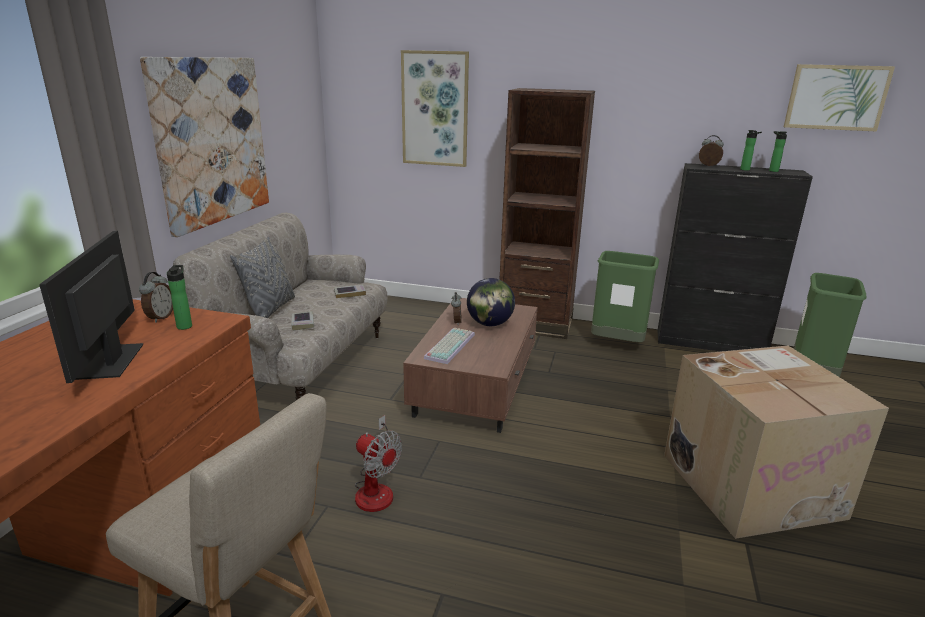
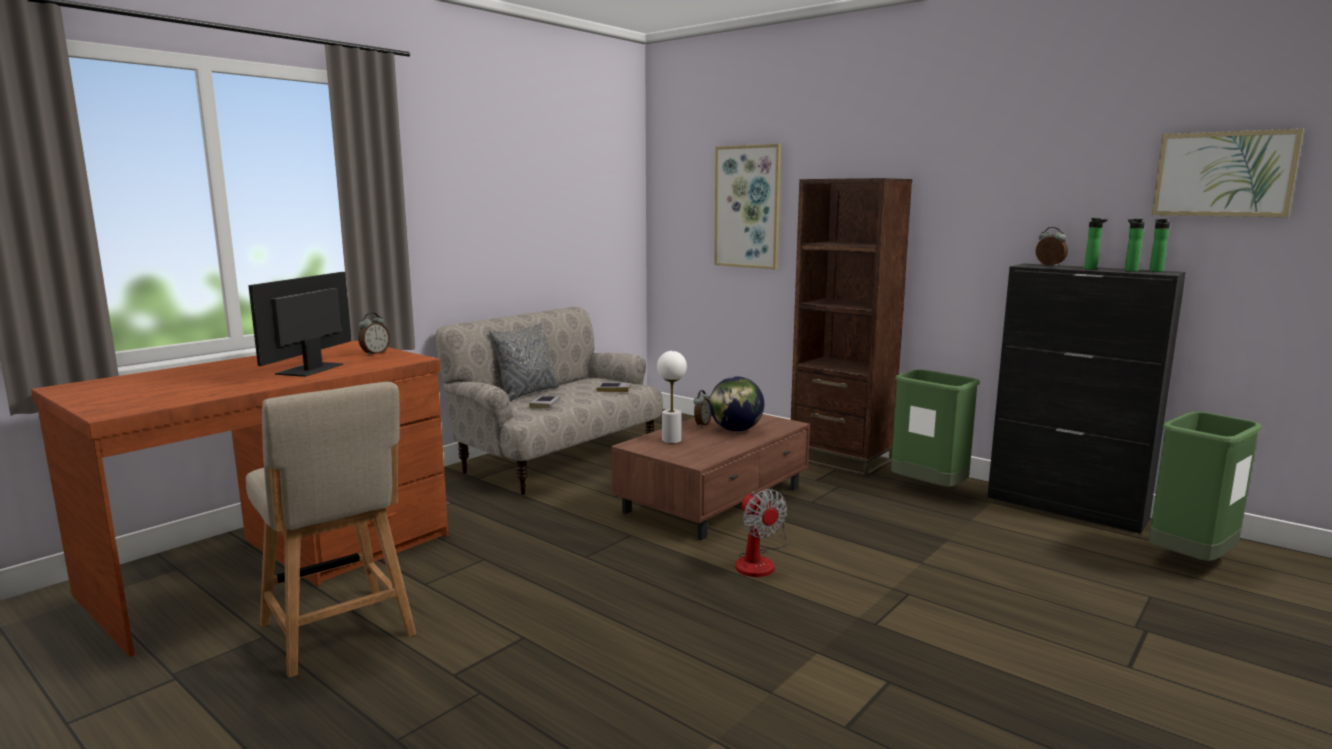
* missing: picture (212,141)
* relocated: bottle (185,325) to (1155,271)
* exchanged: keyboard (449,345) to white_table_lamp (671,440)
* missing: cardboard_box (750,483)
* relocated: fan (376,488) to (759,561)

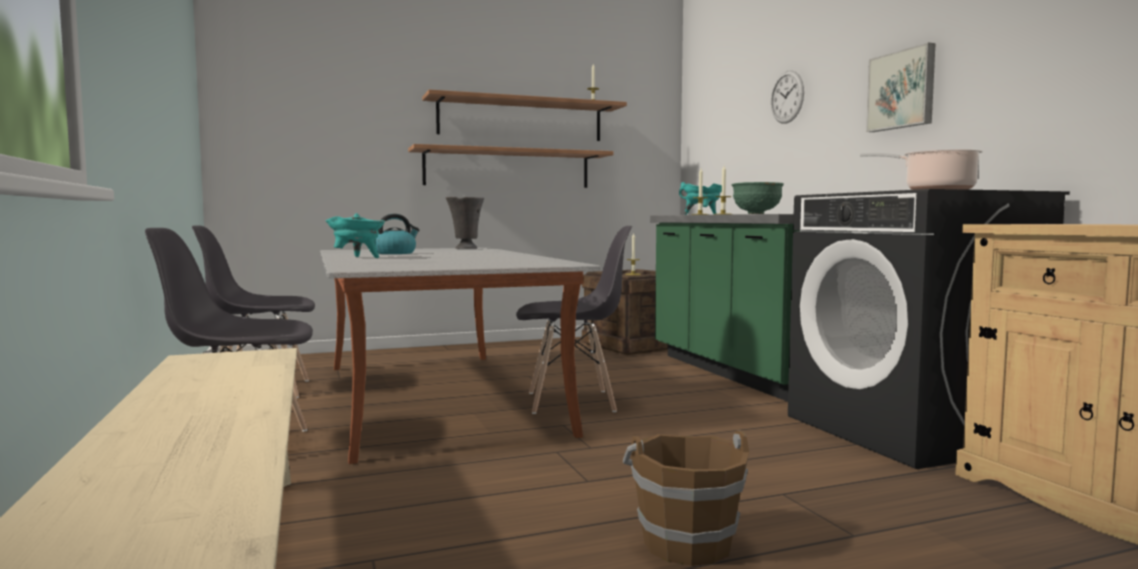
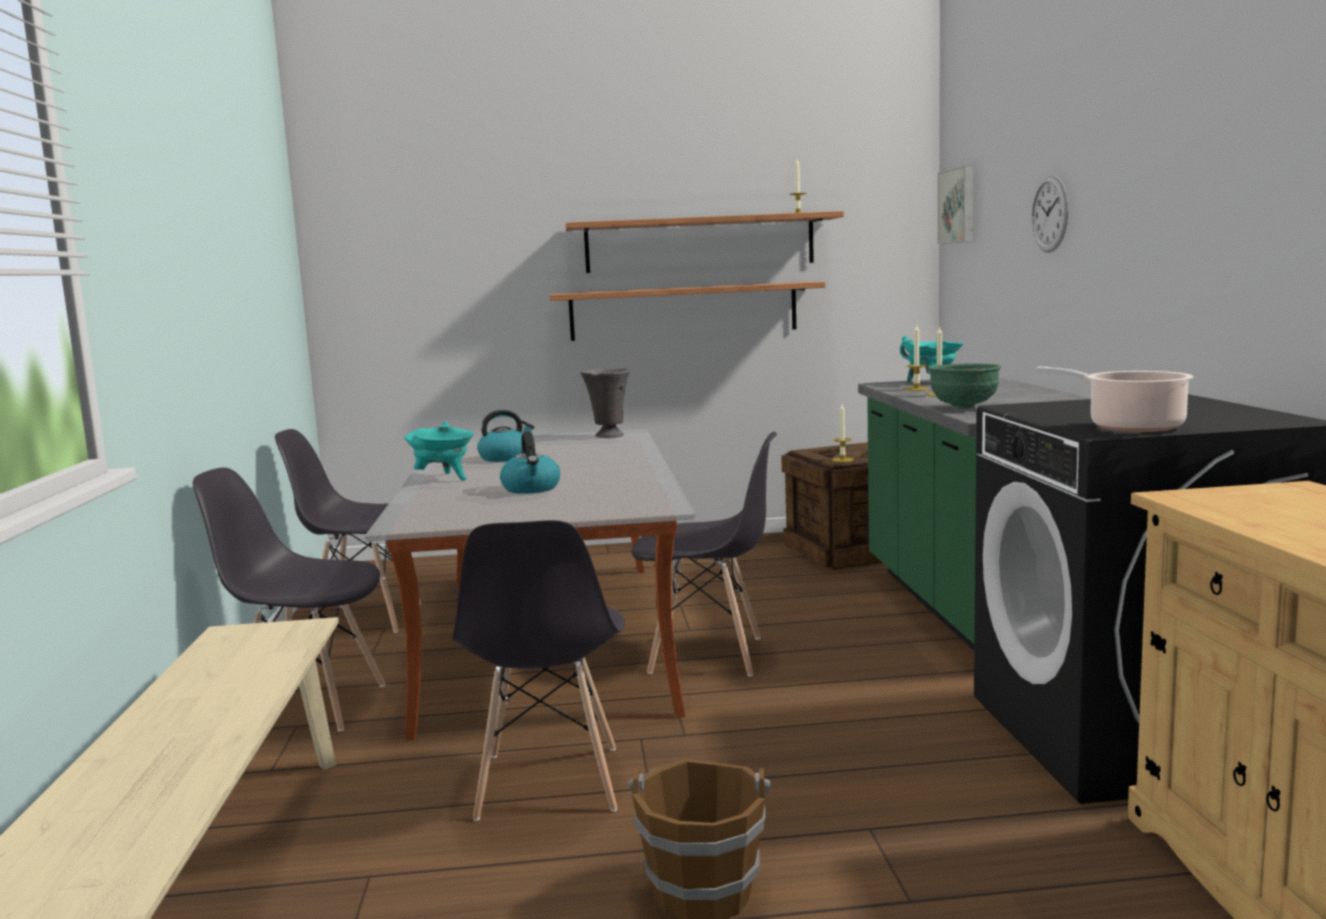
* relocated: picture (902,90) to (959,205)
* appeared: kettle (531,488)
* appeared: grey_chair (549,783)

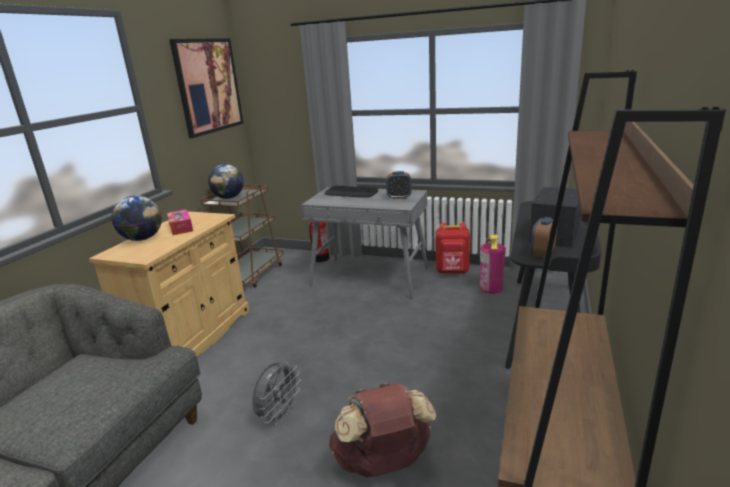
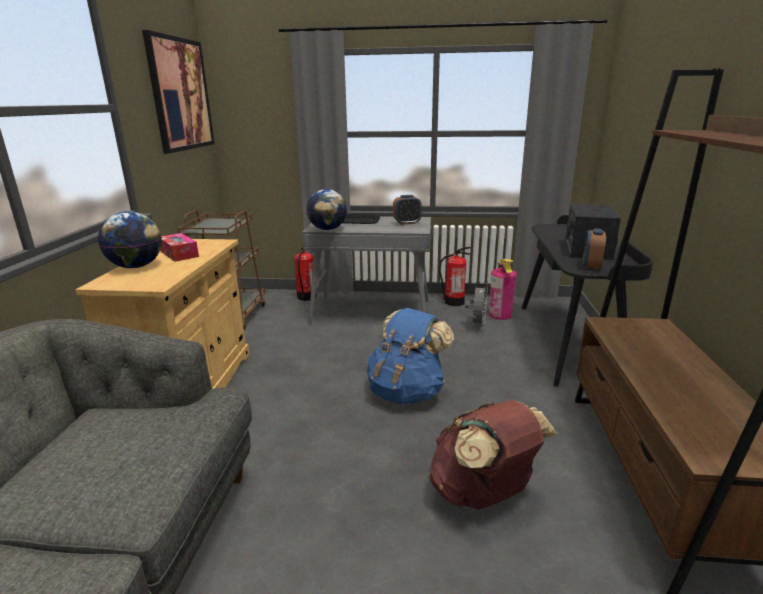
* relocated: globe (228,198) to (327,229)
* exchanged: red_backpack (452,272) to fire_extinguisher (454,302)
* relocated: grey_fan (279,415) to (477,325)
* appeared: blue_backpack (406,392)

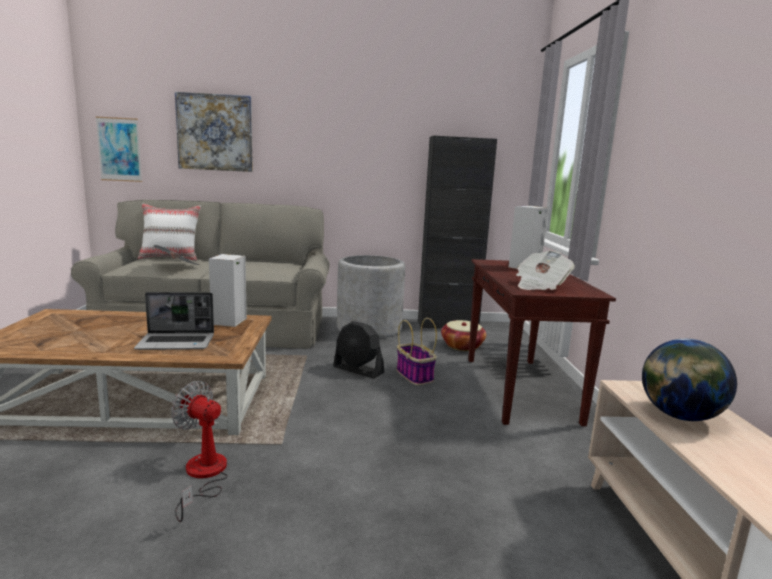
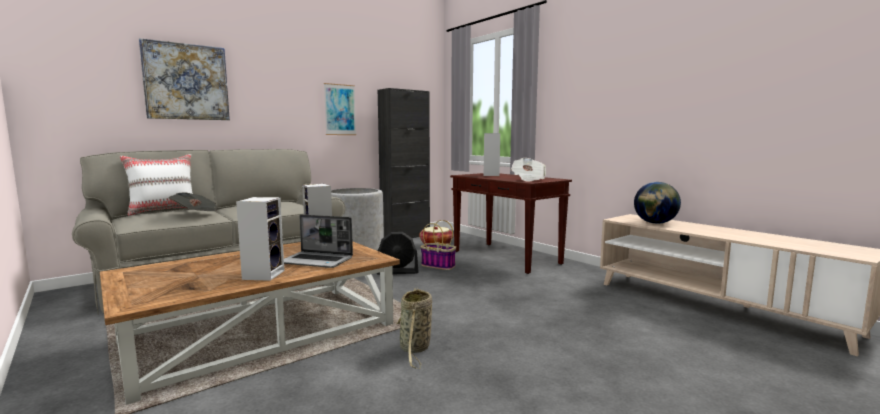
* relocated: picture (119,149) to (340,109)
* spun: laptop (177,342) = (317,261) 60 degrees clockwise
* exchanged: fan (203,476) to basket (415,349)
* appeared: speaker (263,274)

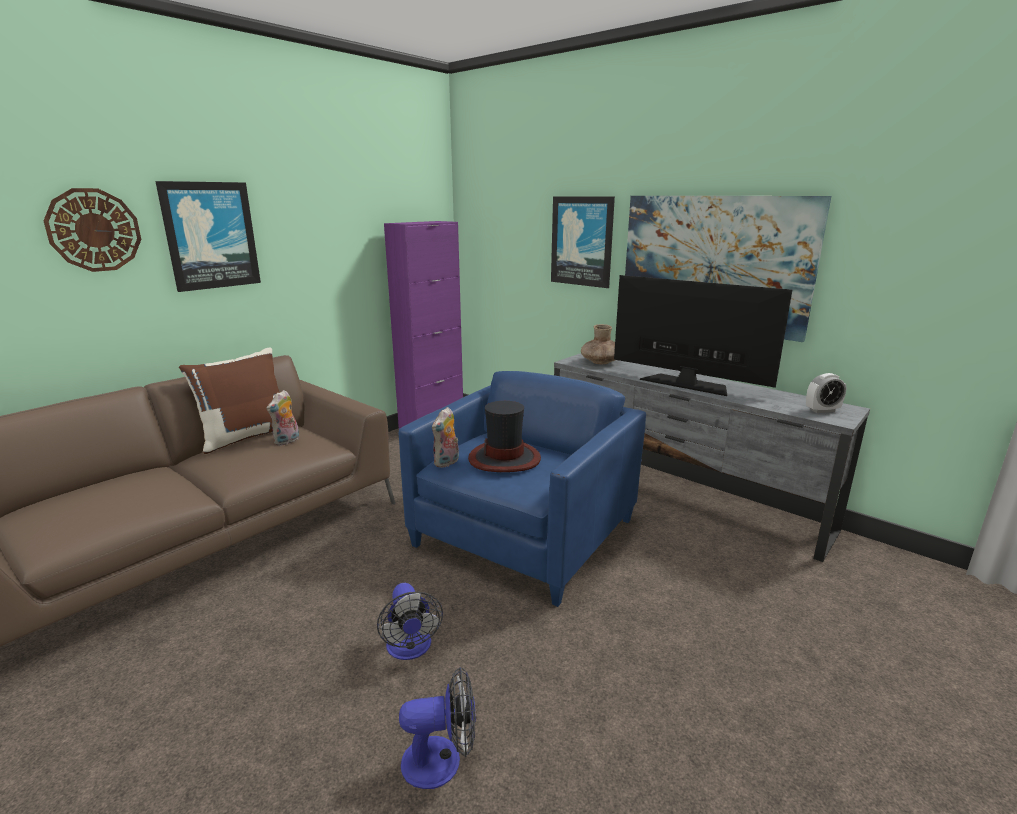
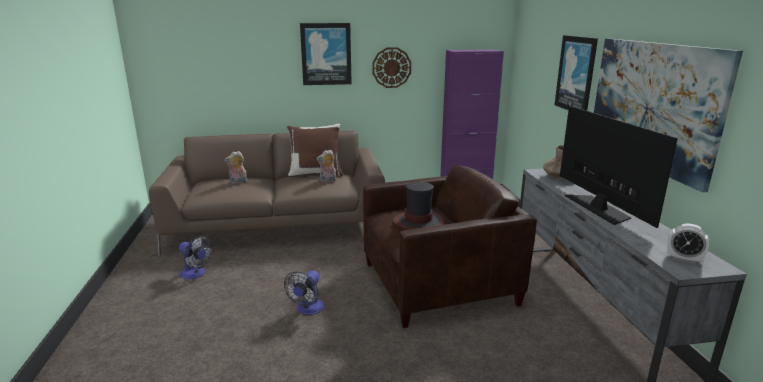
* relocated: wall_clock (94,230) to (391,67)
* colour: blue_armchair (525,533) to brown_armchair (438,284)
* relocated: plush_toy (447,463) to (238,182)
* relocated: fan (442,760) to (196,274)

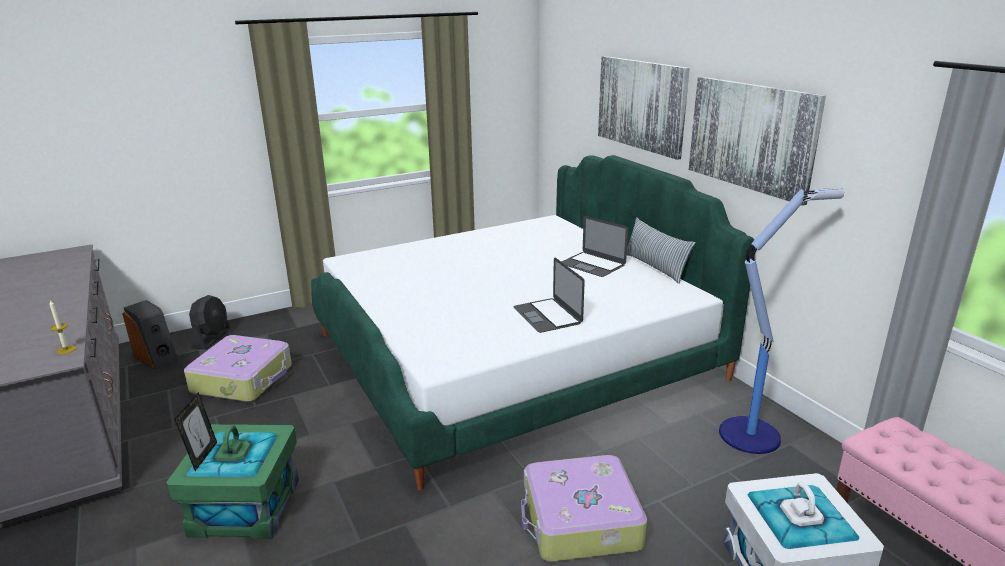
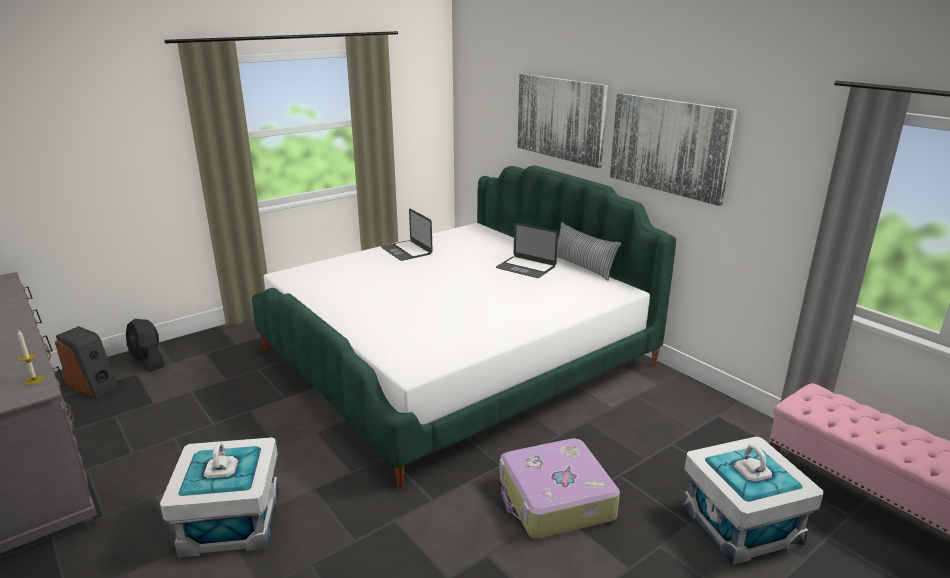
* missing: floor_lamp (751,434)
* relocated: laptop (547,315) to (406,250)
* spun: black_fan (212,338) = (148,361) 135 degrees clockwise
* missing: suitcase (243,379)
* missing: picture_frame (202,456)
* colour: green_storage_box (244,507) to white_storage_box (231,522)

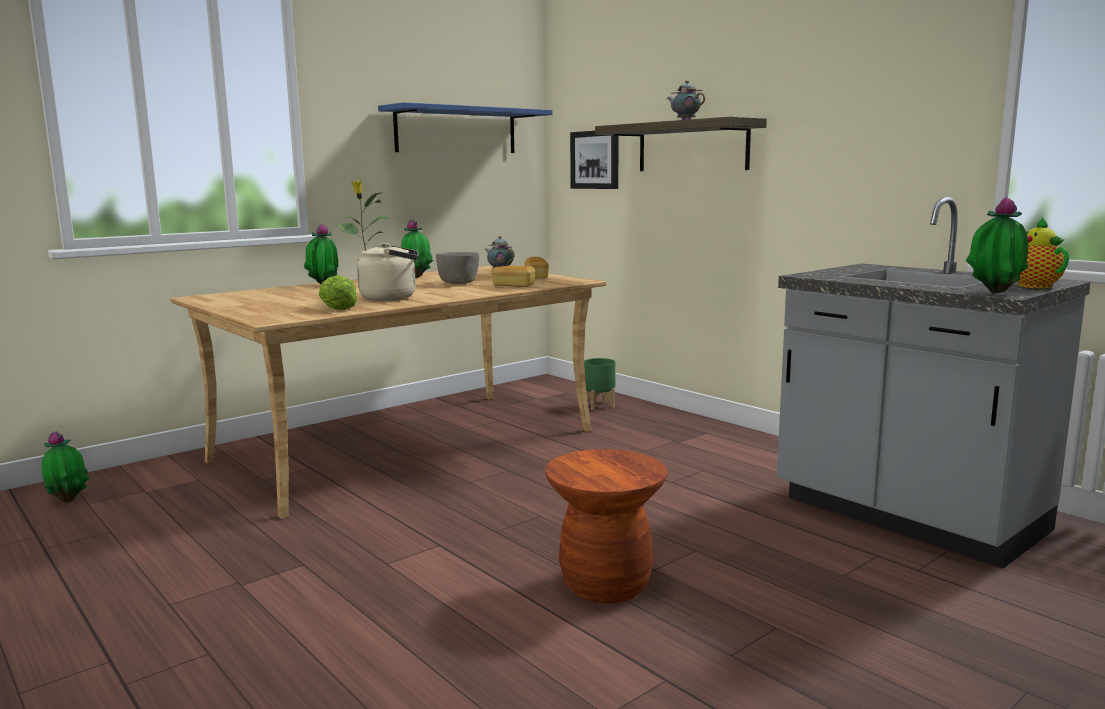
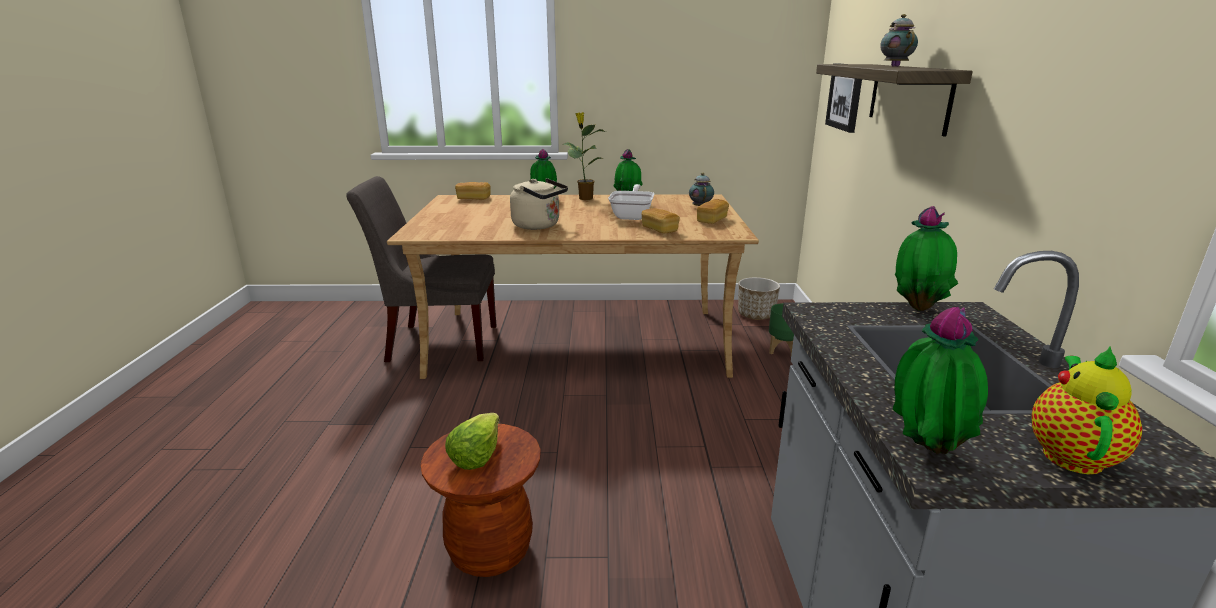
* missing: blue_shelf (456,131)
* exchanged: grey_bowl (458,283) to frying_pan (632,216)
* relocated: lettuce (337,308) to (476,455)
* relocated: potted_plant (68,500) to (917,307)
* appeared: grey_chair (438,342)
* appeared: bread (473,198)
* appeared: planter (755,315)

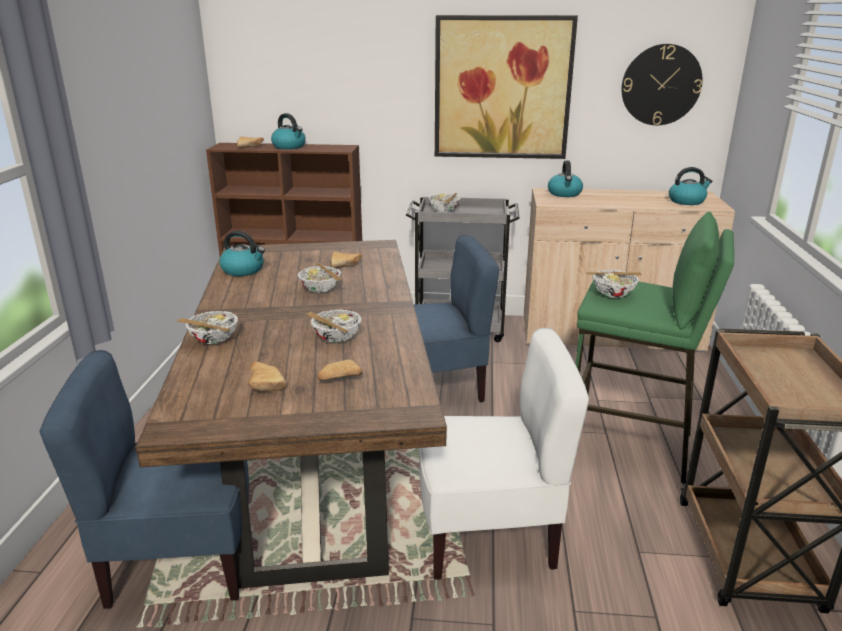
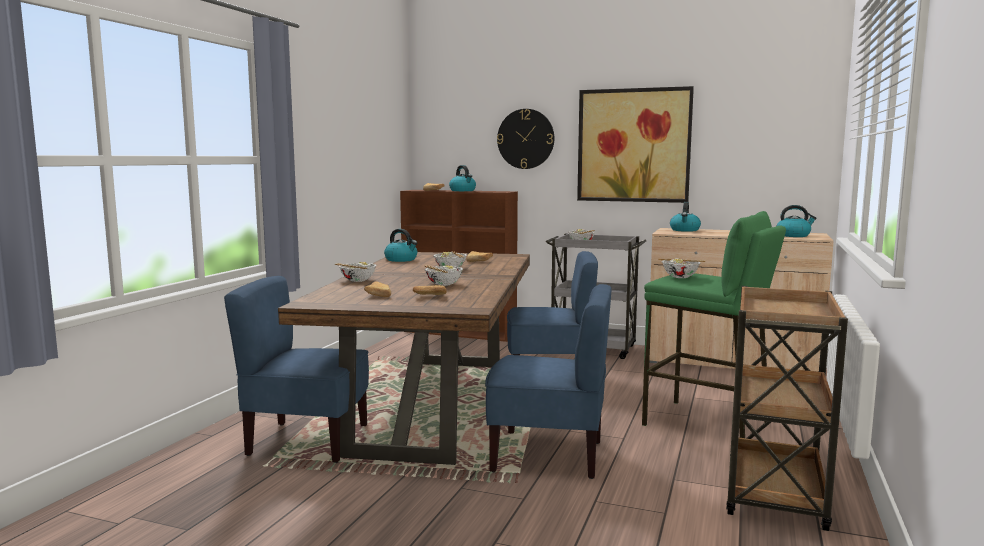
* relocated: wall_clock (661,85) to (525,139)
* colour: white_chair (488,534) to blue_chair (548,455)

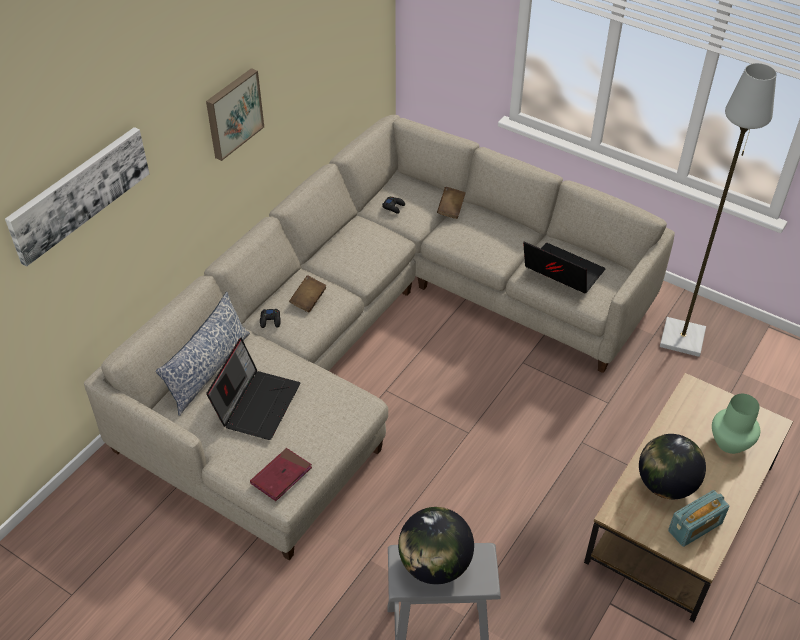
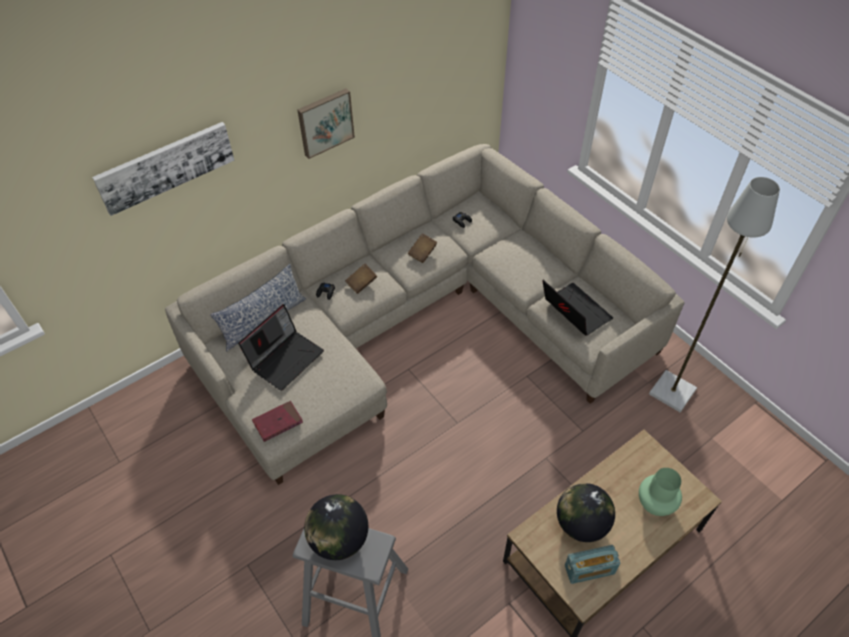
* relocated: brown_book (451,209) to (422,253)

